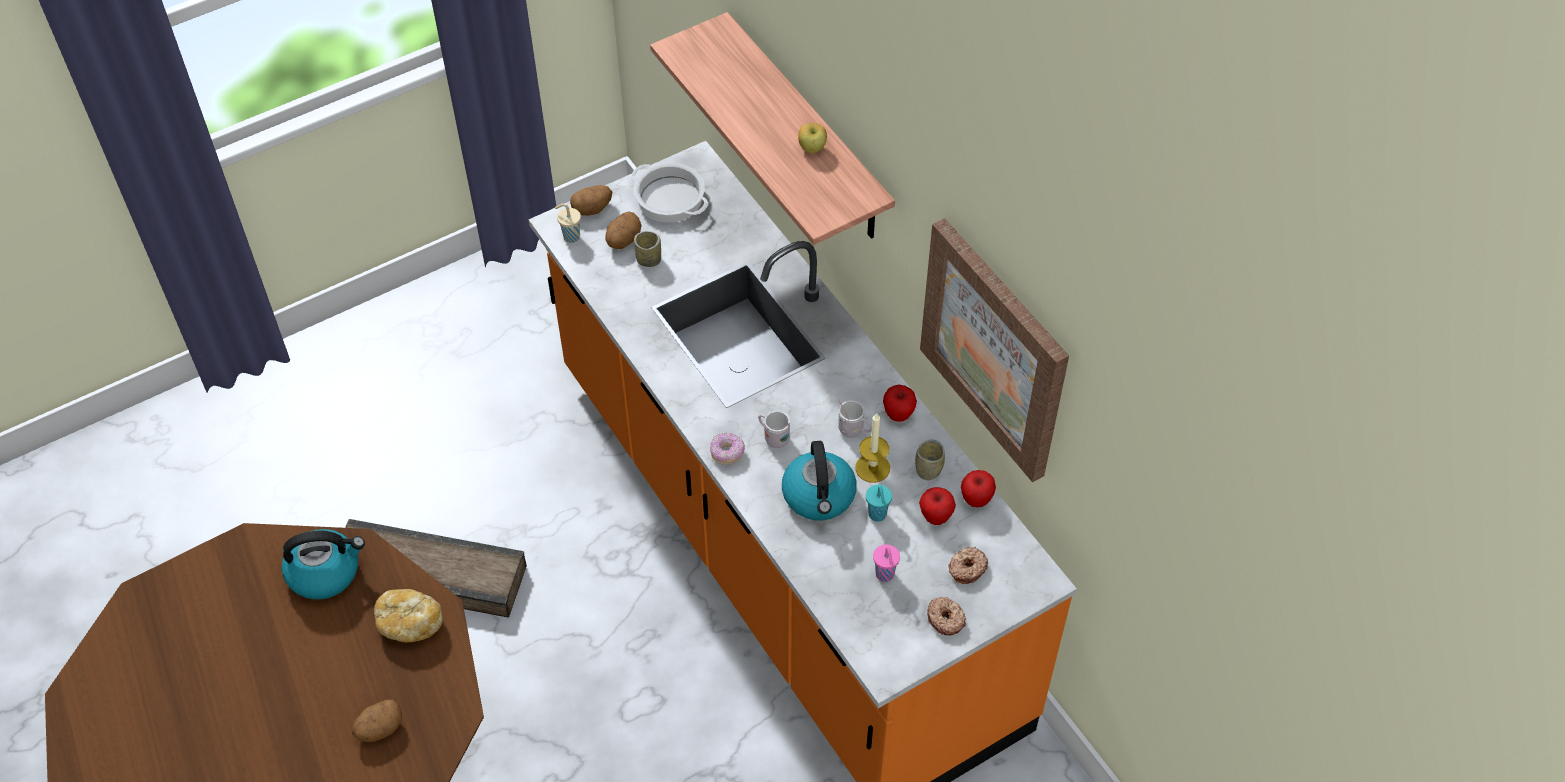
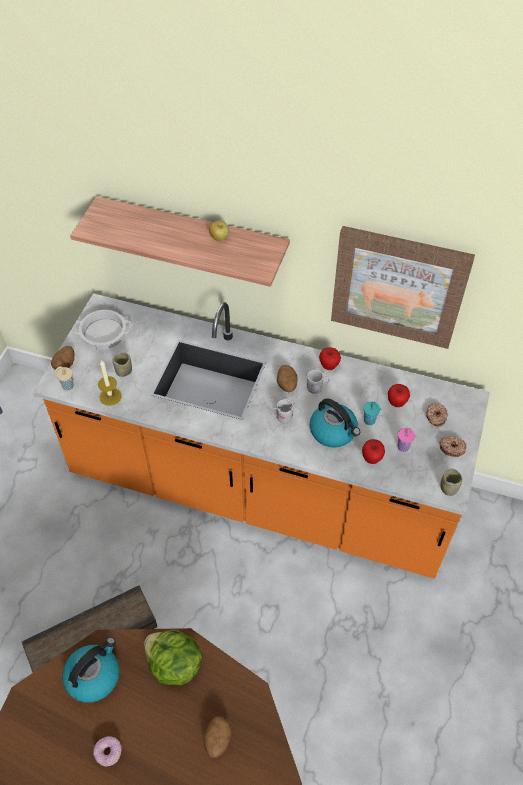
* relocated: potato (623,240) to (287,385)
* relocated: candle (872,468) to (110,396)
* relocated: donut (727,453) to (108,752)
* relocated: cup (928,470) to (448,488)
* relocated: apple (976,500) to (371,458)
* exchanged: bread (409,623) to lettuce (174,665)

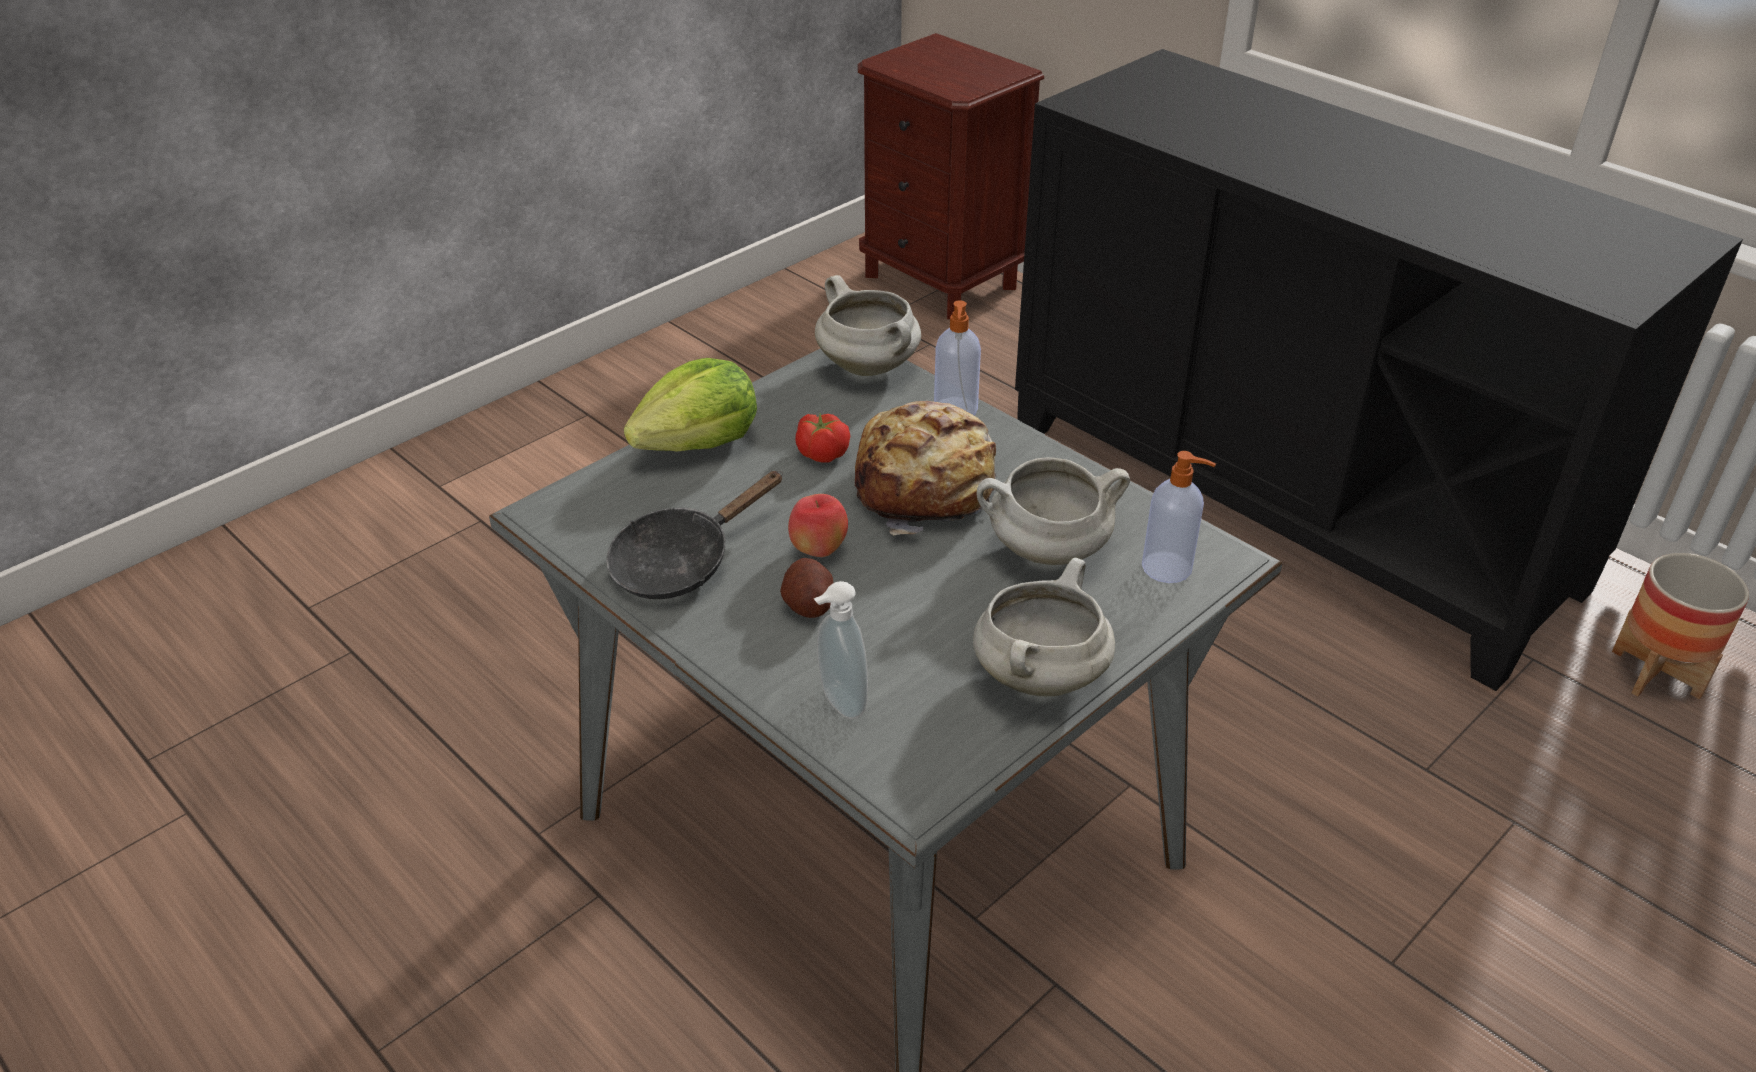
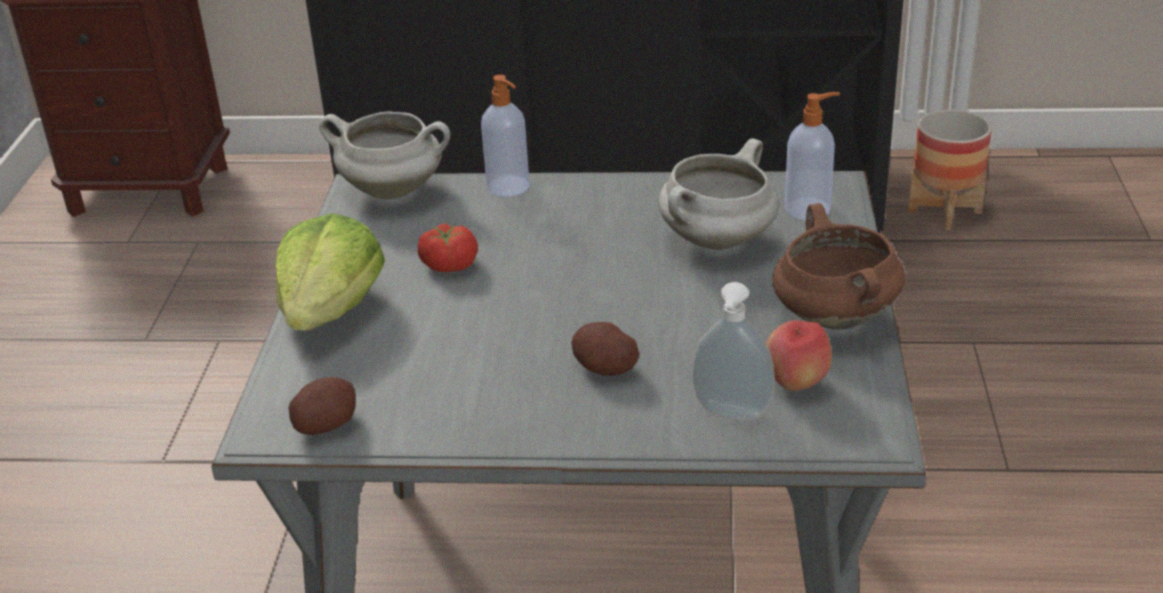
* missing: bread (927,487)
* missing: black_frying_pan (681,562)
* relocated: apple (818,550) to (796,384)
* colour: white_cooking_pot (1039,676) to brown_cooking_pot (832,317)
* appeared: potato (326,424)

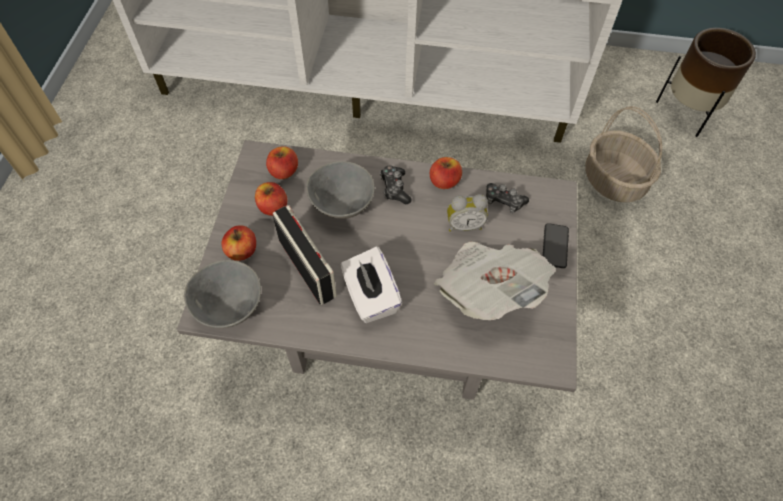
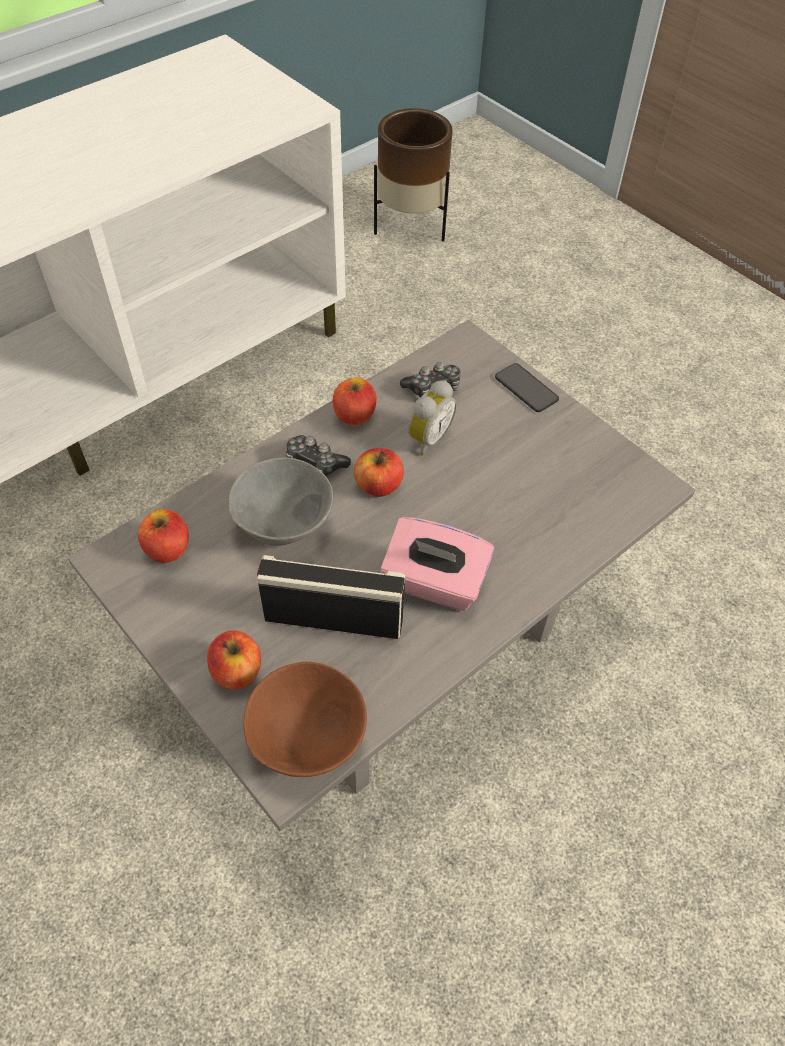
* missing: basket (614,181)
* relocated: apple (273,207) to (378,485)
* missing: newspaper (487,289)
* colour: white_tissue_box (370,297) to pink_tissue_box (434,583)
* colour: grey_bowl (229,309) to brown_bowl (310,742)

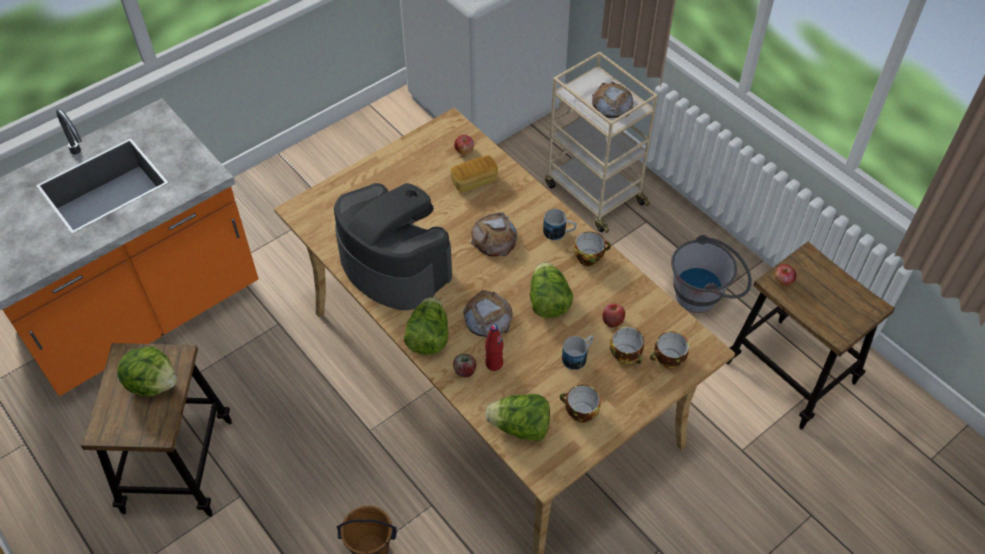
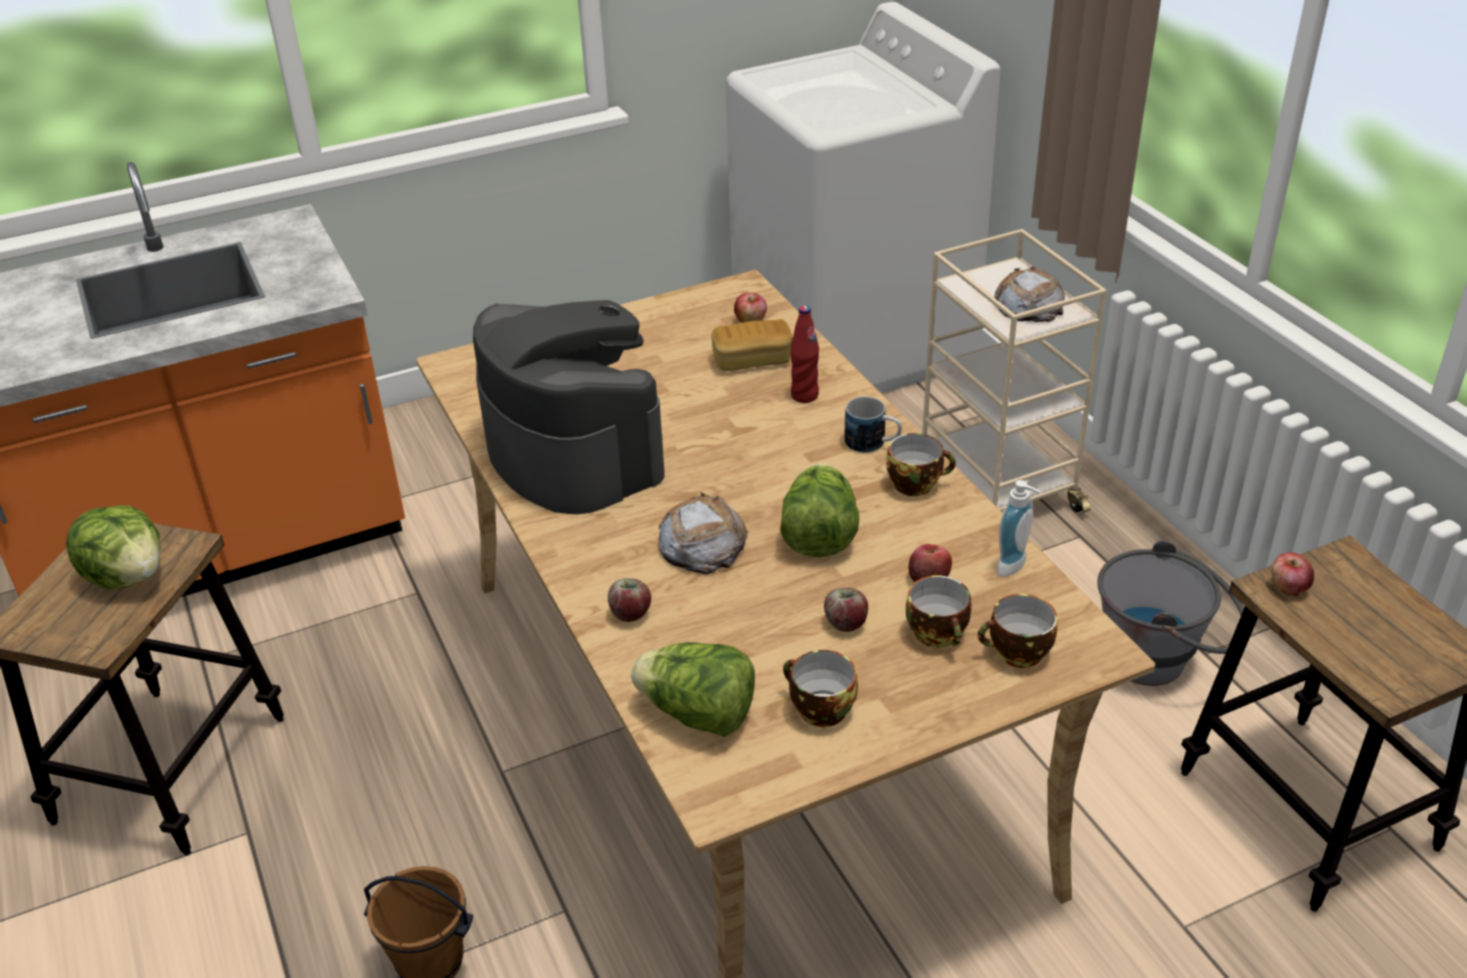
* missing: bread (494,238)
* missing: lettuce (428,337)
* relocated: red_bottle (494,363) to (804,395)
* exchanged: mug (578,356) to apple (846,623)
* appeared: soap_dispenser (1015,567)

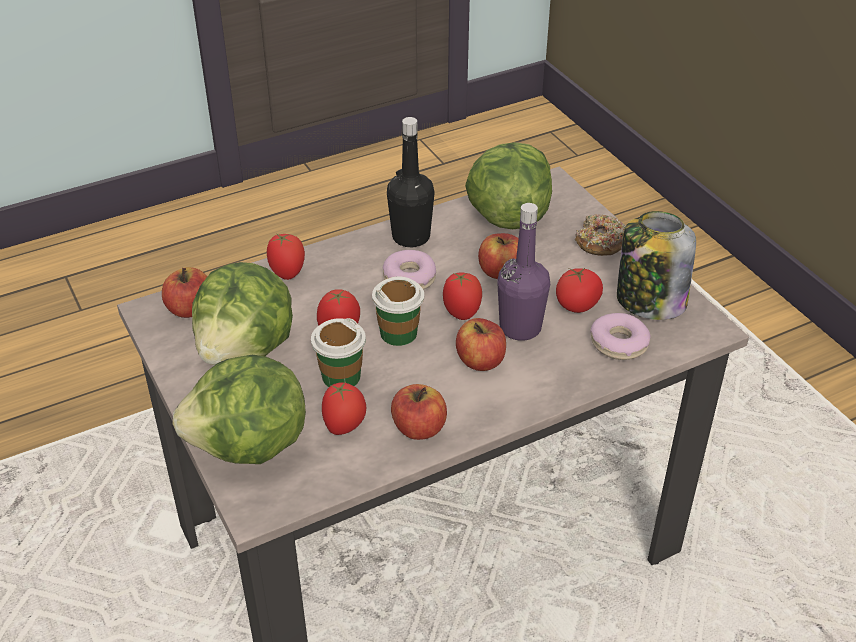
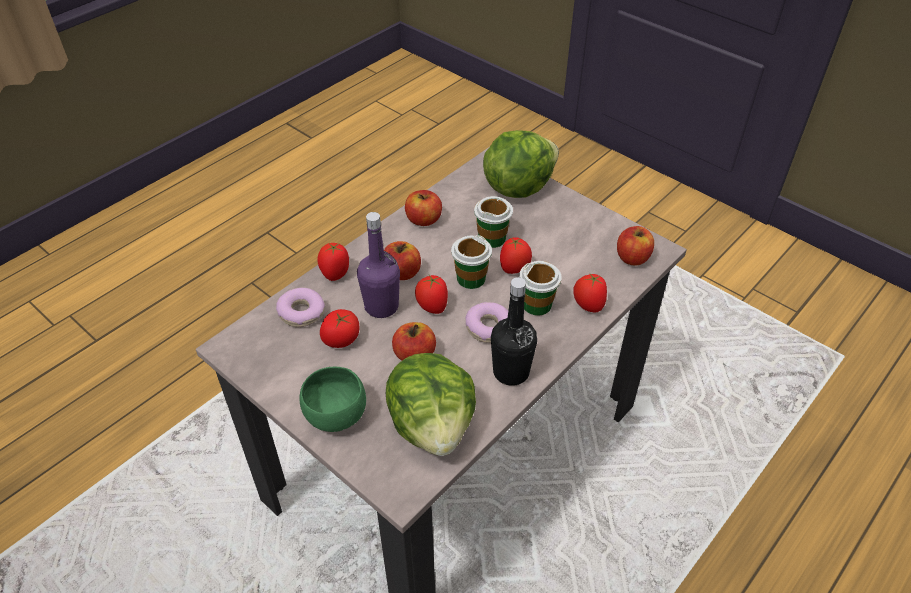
* missing: jar (649,301)
* exchanged: donut (600,242) to green_bowl (333,416)
* missing: lettuce (247,349)
* relocated: tomato (345,427) to (335,274)
* appeared: cup (537,304)

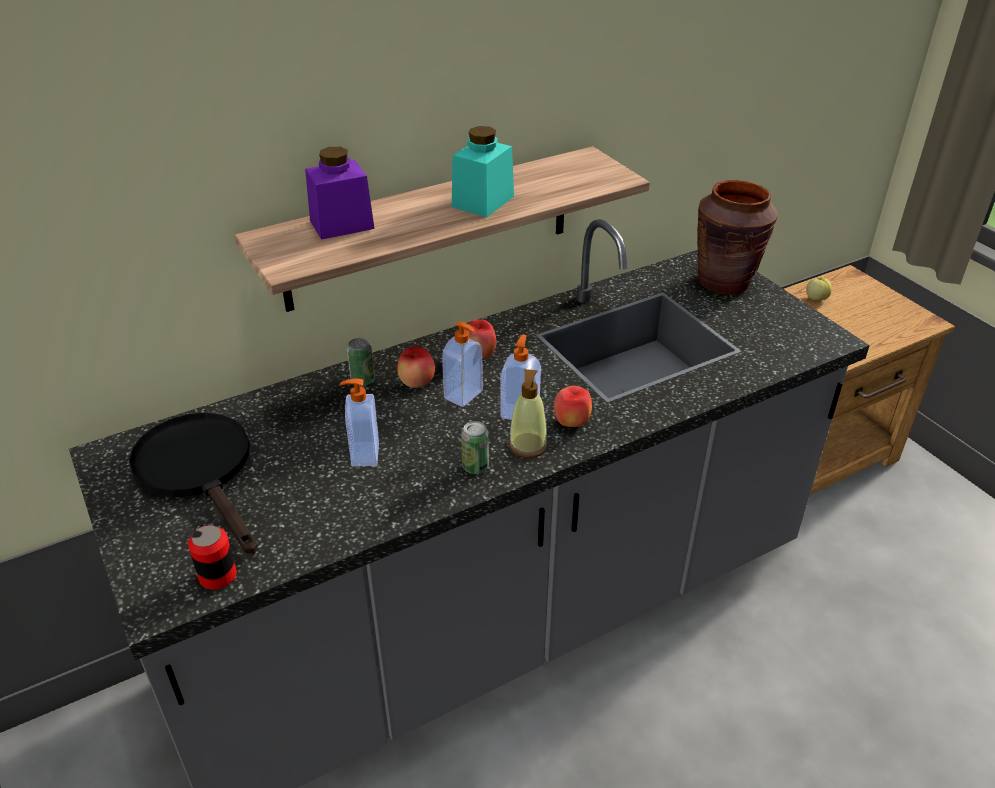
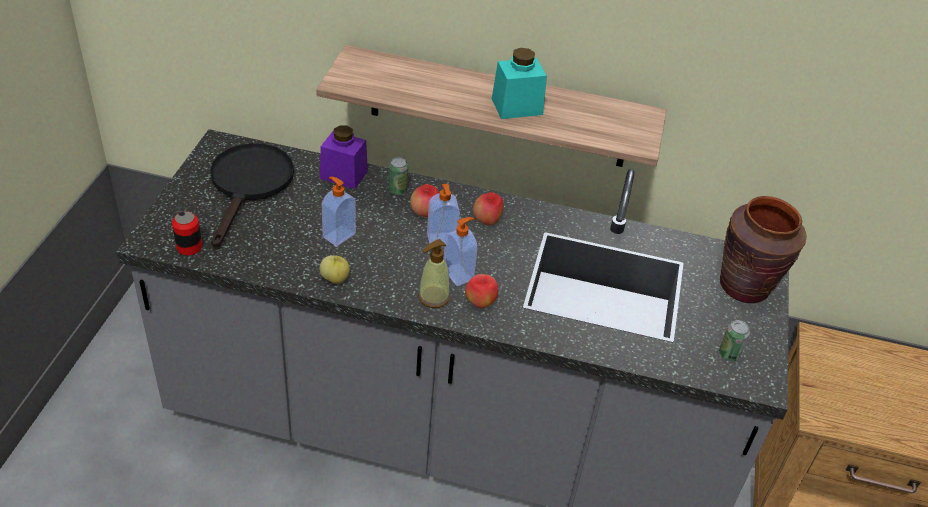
* relocated: purple_jar (342,224) to (344,175)
* relocated: apple (816,298) to (335,279)
* relocated: can (475,466) to (729,354)

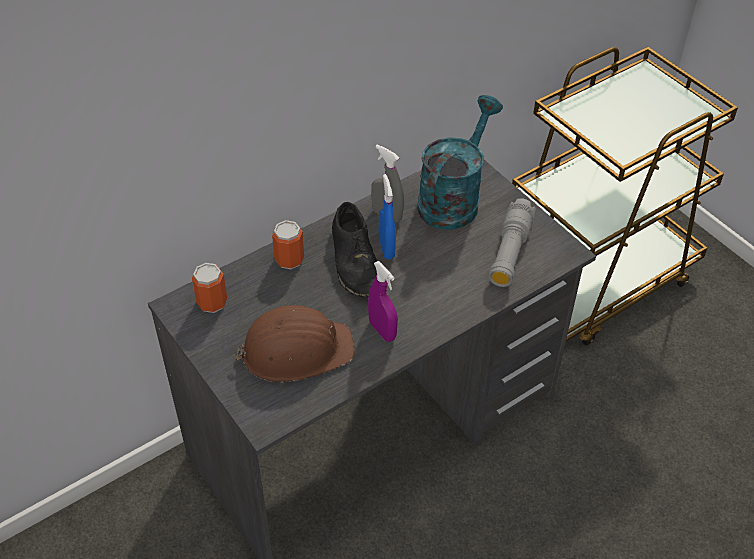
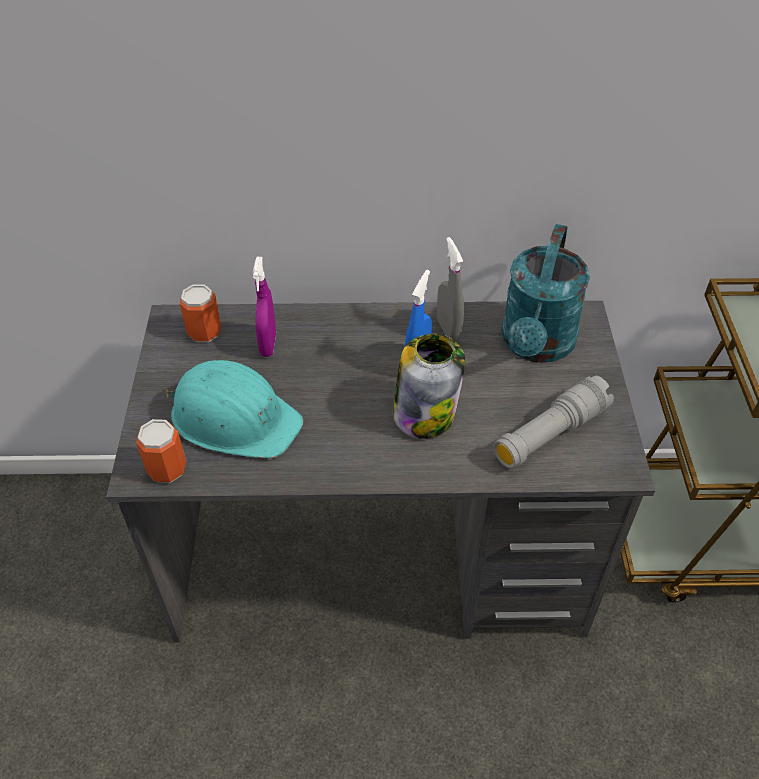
* spun: turquoise_watering_can (453,198) = (536,346) 135 degrees clockwise
* missing: black_shoe (356,262)
* relocated: can (289,260) to (167,469)
* relocated: purple_spray_bottle (382,330) to (268,344)
* colour: brown_hard_hat (296,350) to turquoise_hard_hat (234,418)
* appeared: jar (425,413)

